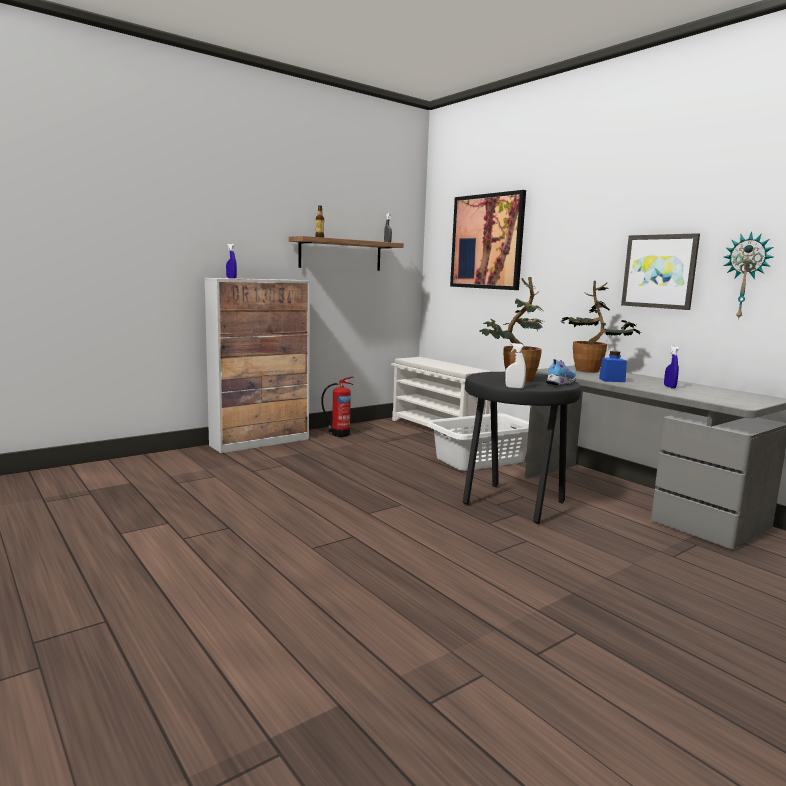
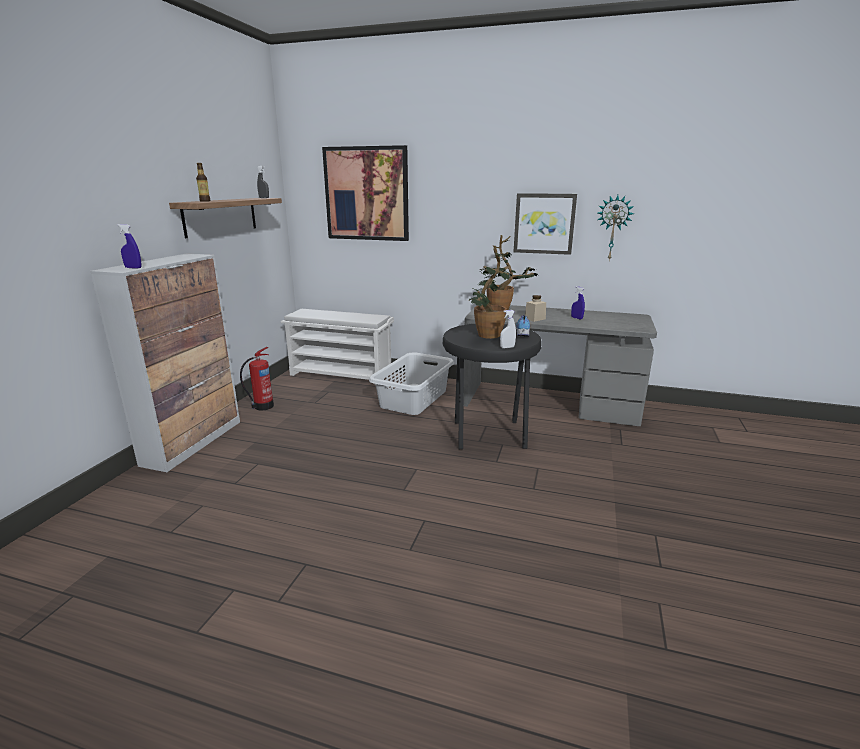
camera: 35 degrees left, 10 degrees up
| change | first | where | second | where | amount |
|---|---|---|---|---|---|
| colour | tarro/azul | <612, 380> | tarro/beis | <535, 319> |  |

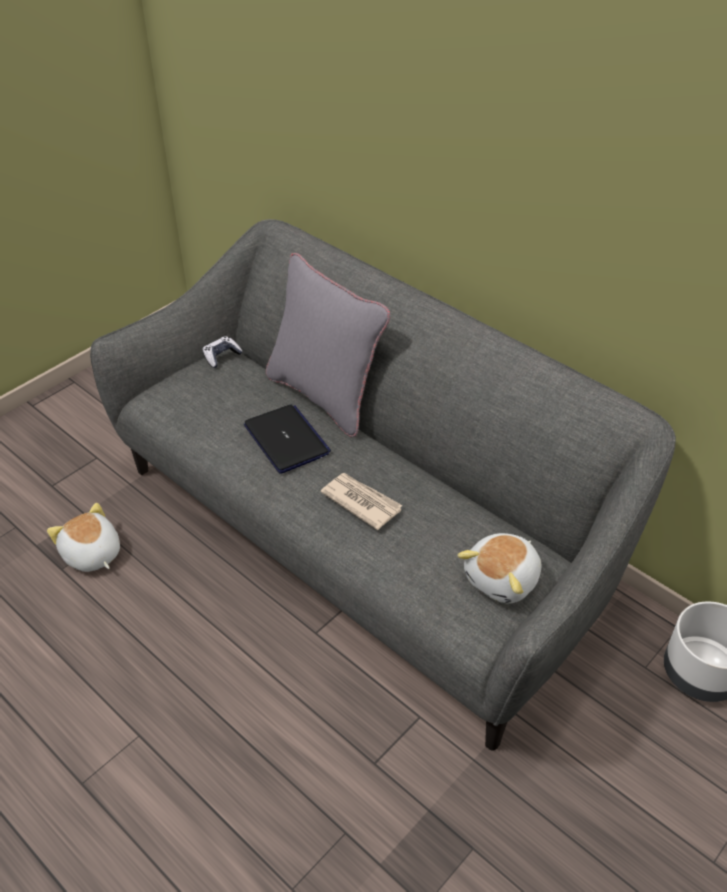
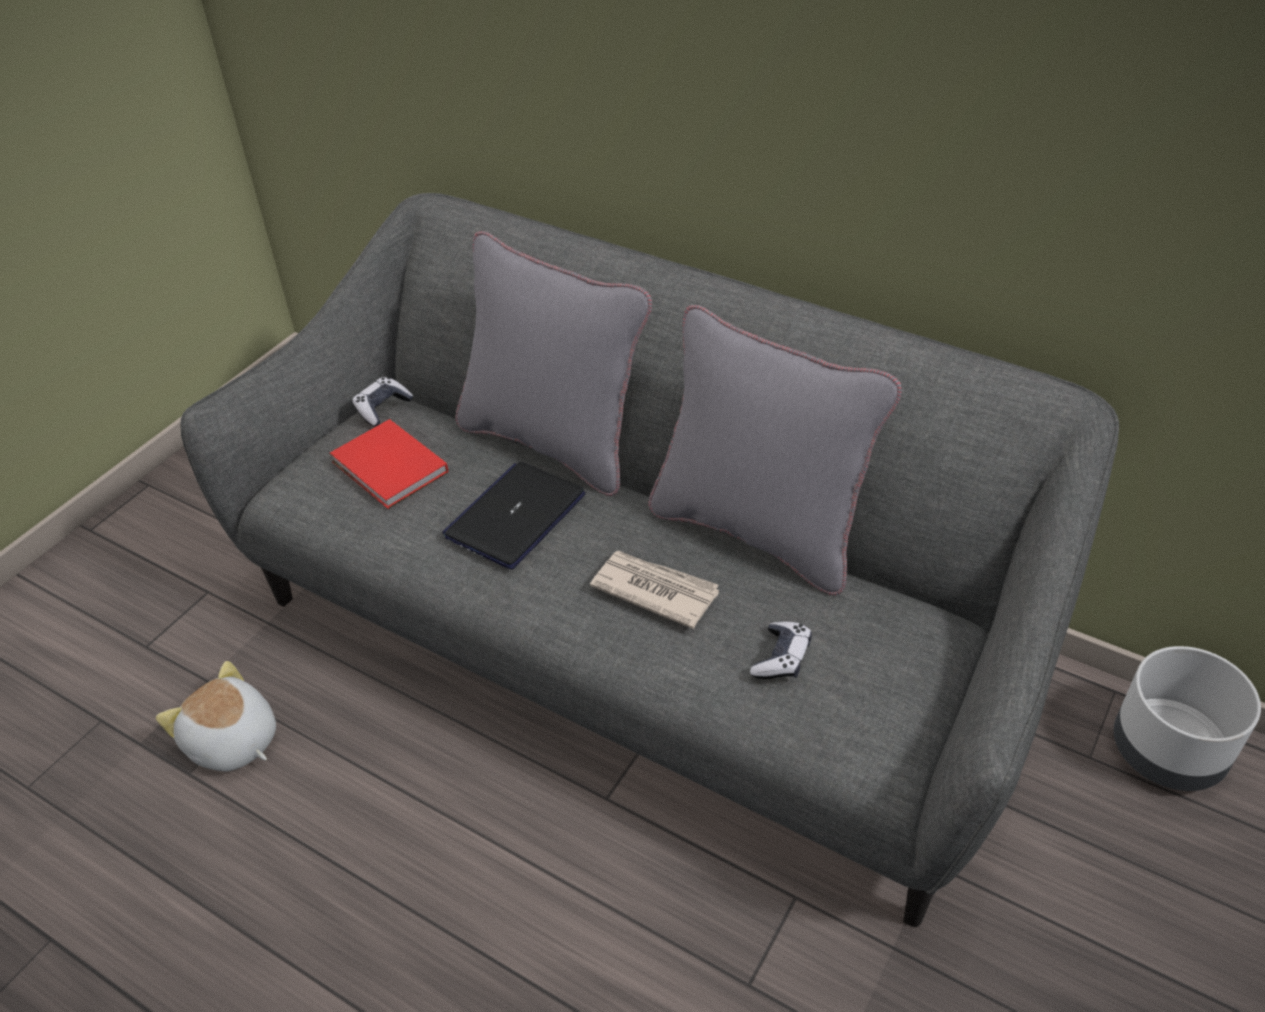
camera: 10 degrees left, 0 degrees up
| change | first | where | second | where | amount |
|---|---|---|---|---|---|
| appeared |  |  | libro/rojo | <390, 469> |  |
| spun | portátil | <287, 440> |  | <515, 516> | 105 degrees counterclockwise |
| appeared |  |  | cojín/gris | <758, 530> |  |
| appeared |  |  | mando de consola | <781, 658> |  |
| missing | peluche | <503, 579> |  |  |  |

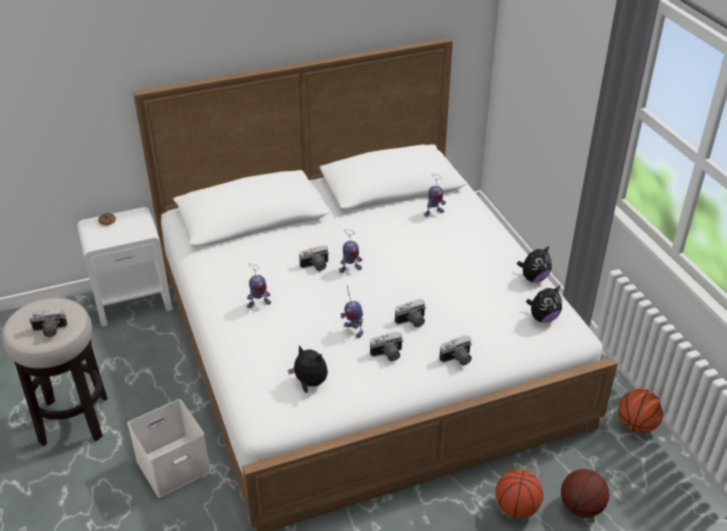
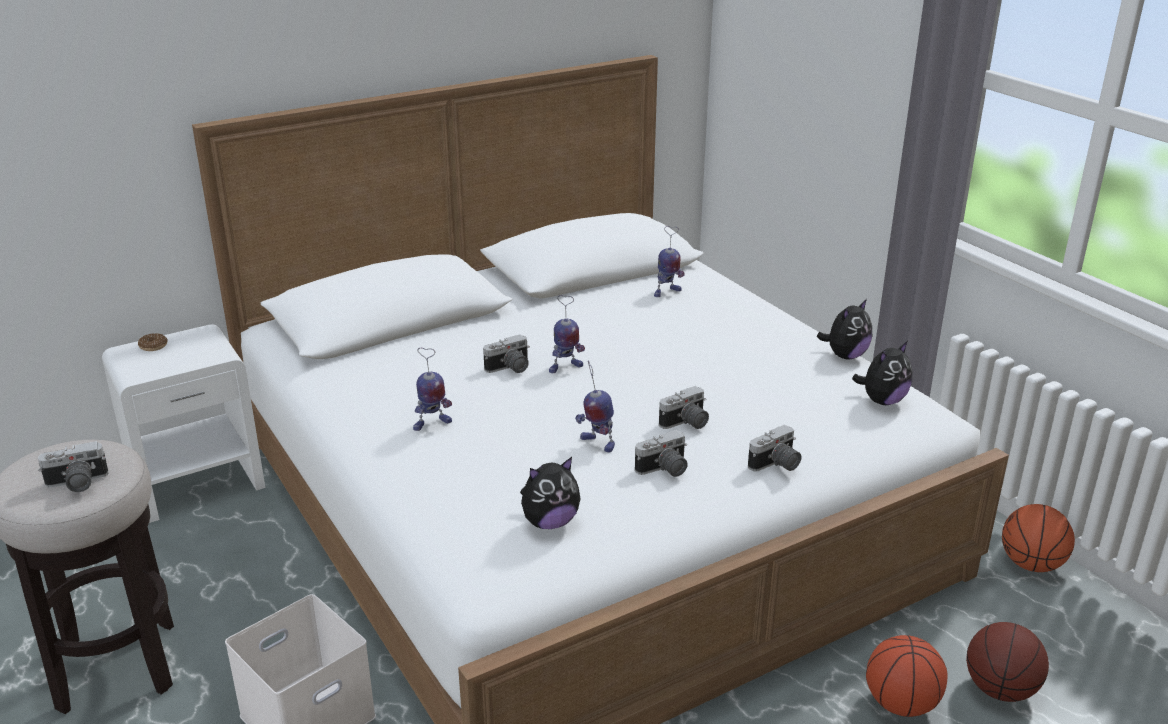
camera: 10 degrees left, 10 degrees down
| change | first | where | second | where | amount |
|---|---|---|---|---|---|
| spun | peluche | <310, 383> |  | <549, 522> | 135 degrees clockwise |

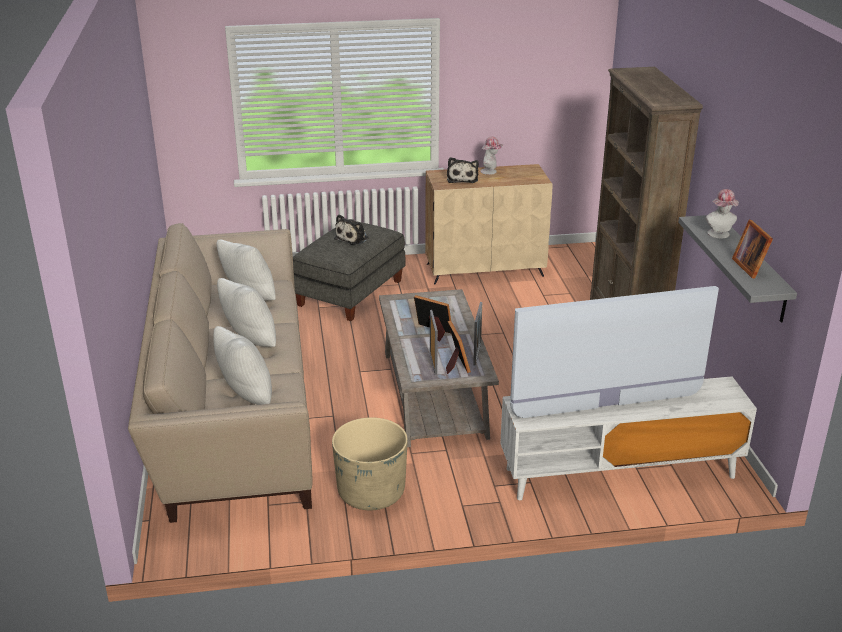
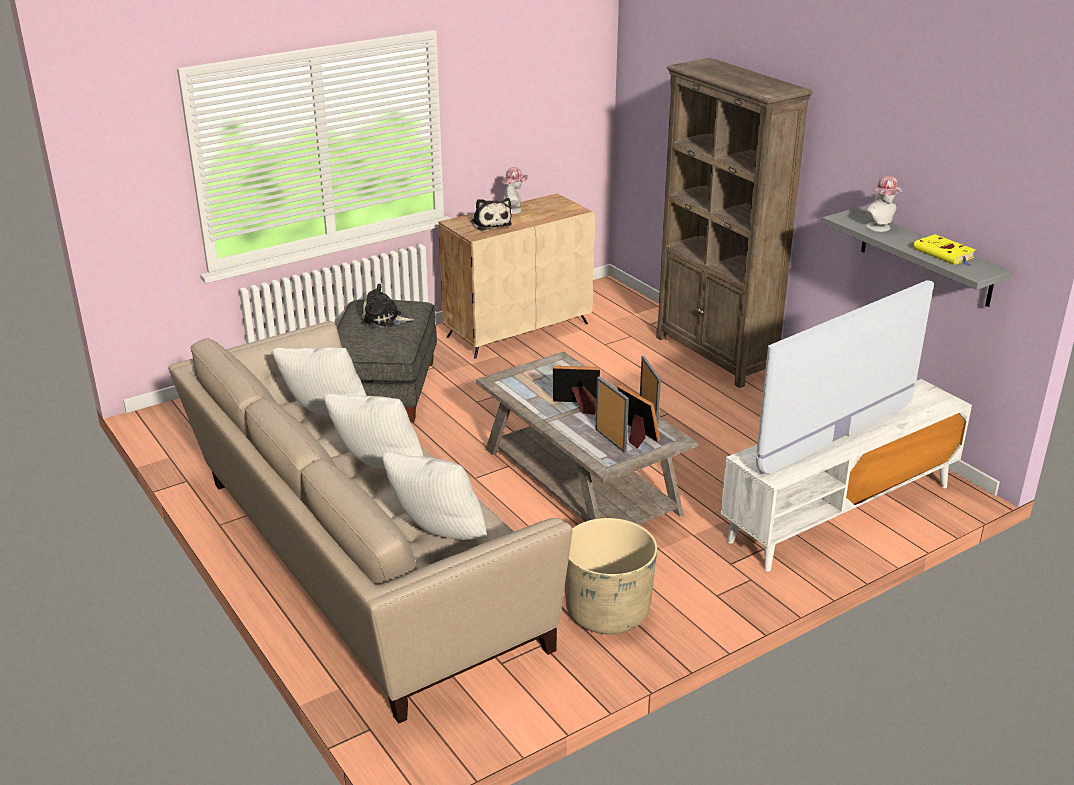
camera: 25 degrees left, 0 degrees up
| change | first | where | second | where | amount |
|---|---|---|---|---|---|
| spun | peluche | <353, 238> |  | <384, 319> | 90 degrees clockwise |
| exchanged | portarretratos | <751, 267> | libro/amarillo | <945, 254> |  |

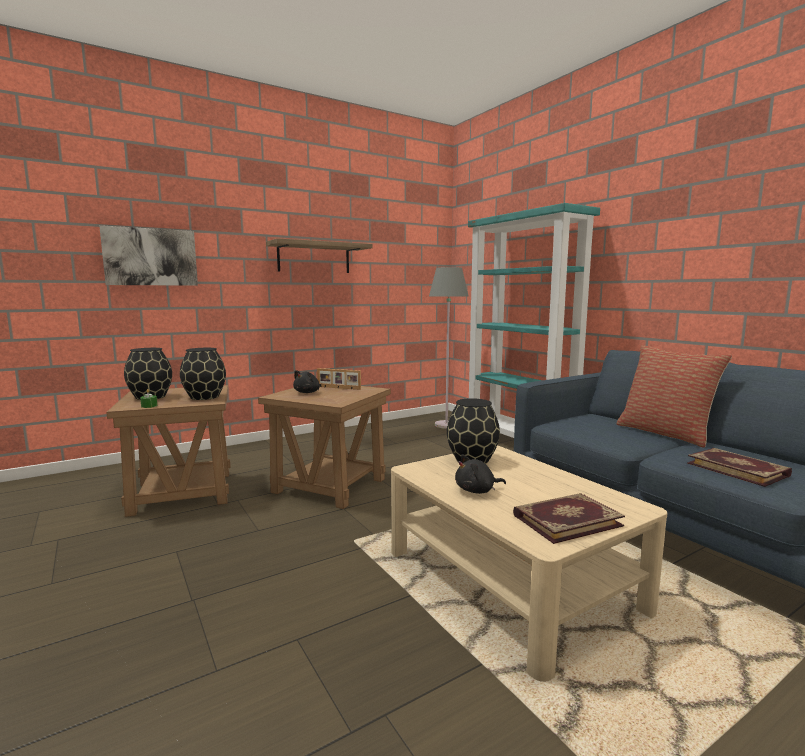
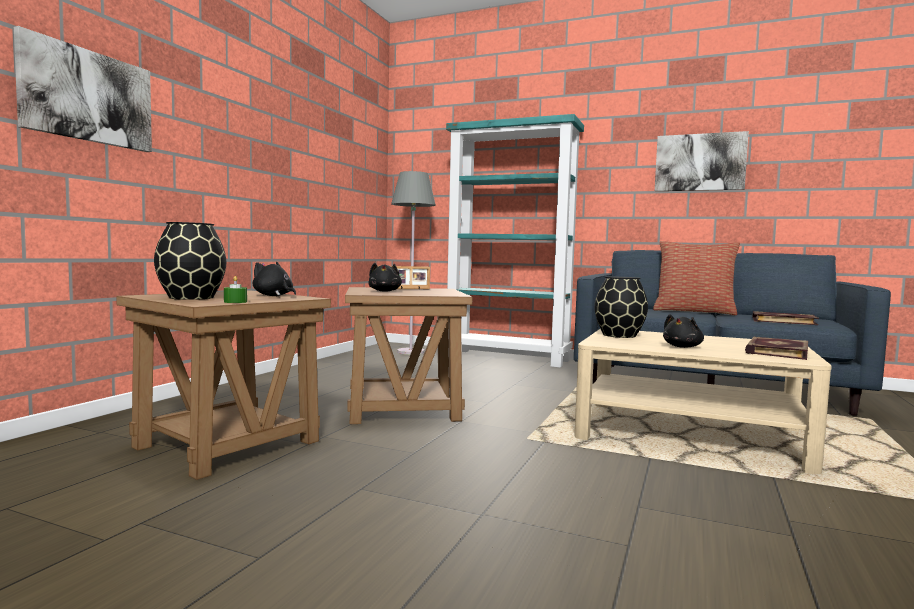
camera: 35 degrees left, 5 degrees down
| change | first | where | second | where | amount |
|---|---|---|---|---|---|
| exchanged | florero/negro | <204, 397> | peluche/negro | <274, 296> |  |
| appeared |  |  | cuadro | <700, 162> |  |
| missing | estante | <314, 258> |  |  |  |

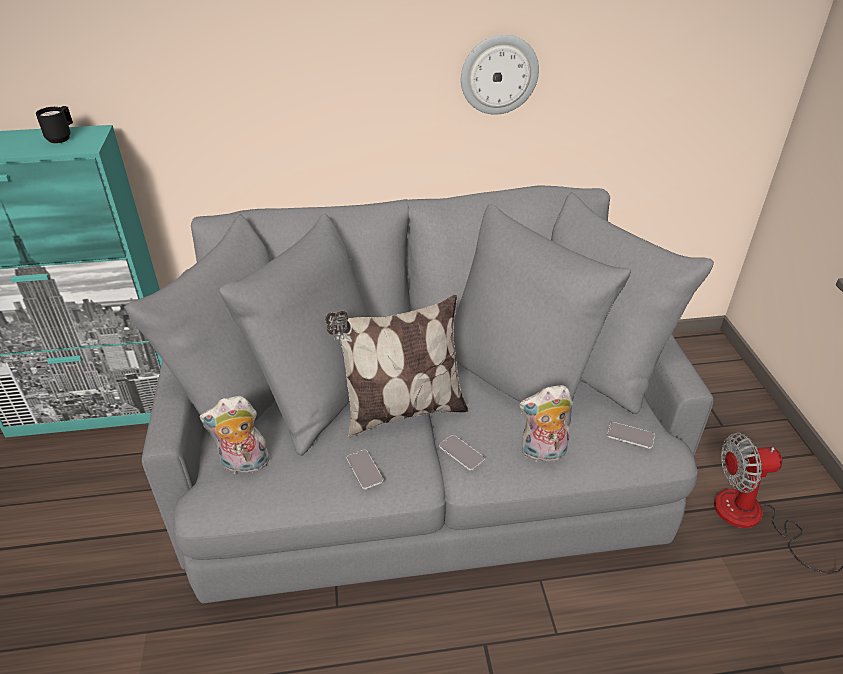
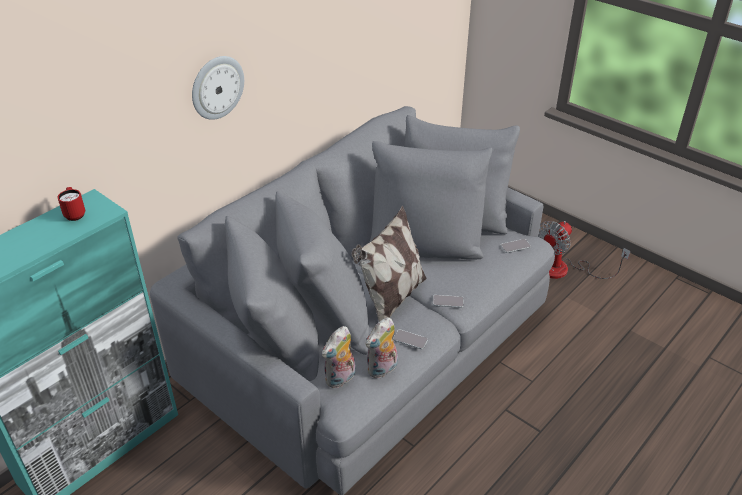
camera: 40 degrees left, 0 degrees up
| change | first | where | second | where | amount |
|---|---|---|---|---|---|
| colour | taza grande/negro | <62, 137> | taza grande/rojo | <75, 213> |  |
| relocated | reloj de pared | <499, 74> |  | <217, 87> |  |
| relocated | peluche | <542, 453> |  | <382, 370> |  |

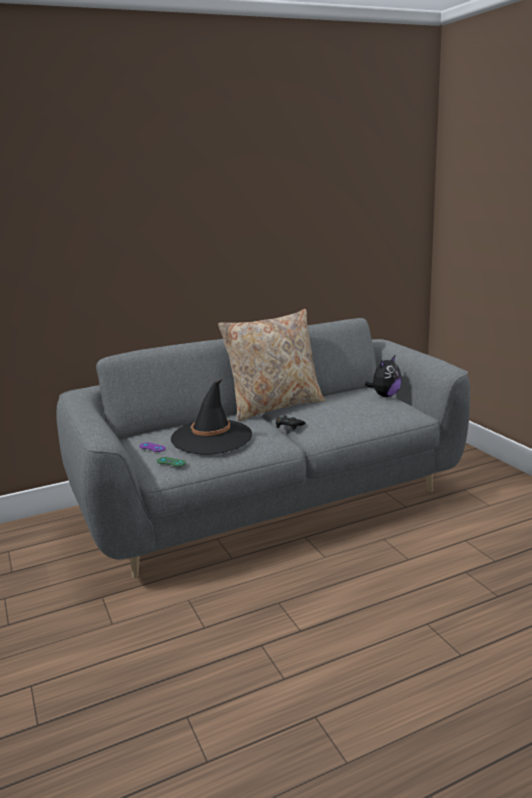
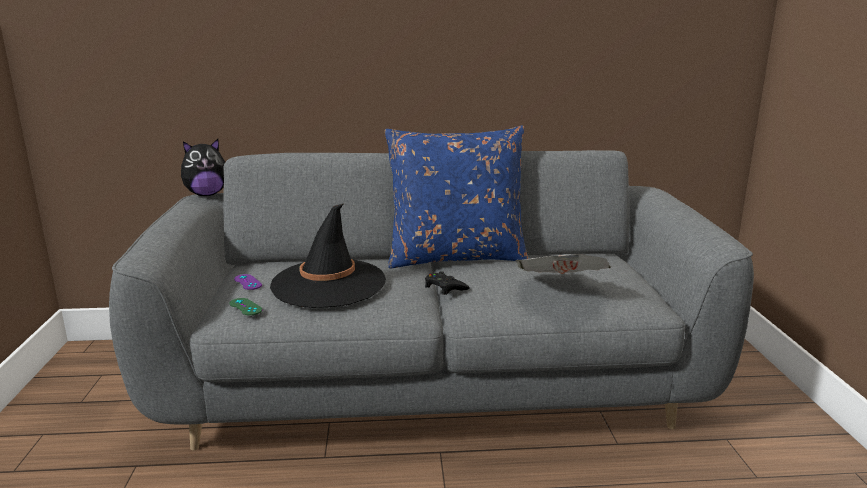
camera: 20 degrees right, 0 degrees up
| change | first | where | second | where | amount |
|---|---|---|---|---|---|
| relocated | peluche | <385, 395> |  | <206, 194> |  |
| colour | cojín/beis | <274, 406> | cojín/azul | <456, 257> |  |
| appeared |  |  | periódico | <560, 289> |  |

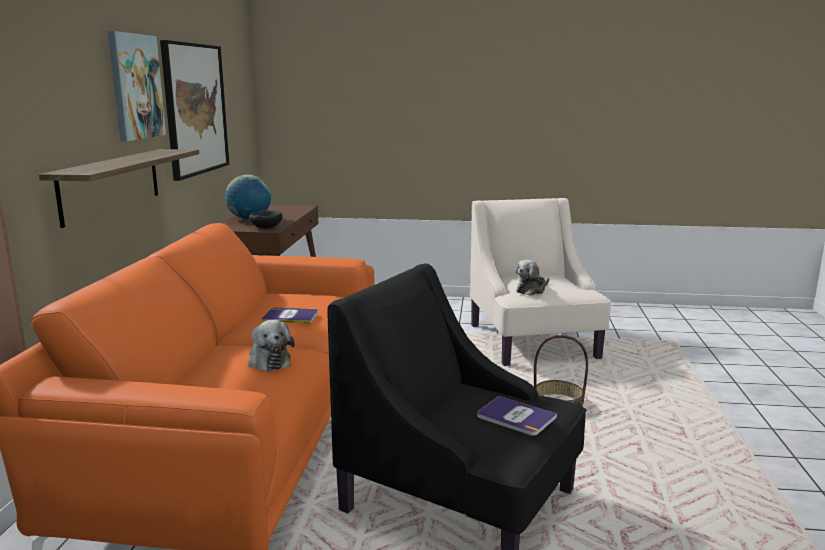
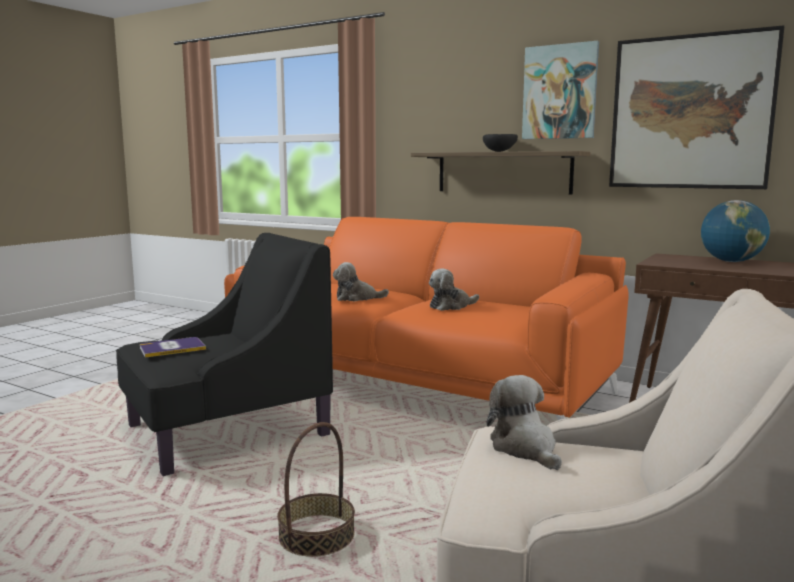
camera: 115 degrees right, 5 degrees down
| change | first | where | second | where | amount |
|---|---|---|---|---|---|
| exchanged | libro | <290, 317> | peluche | <451, 306> |  |
| relocated | cuenco/negro | <265, 228> |  | <500, 151> |  |

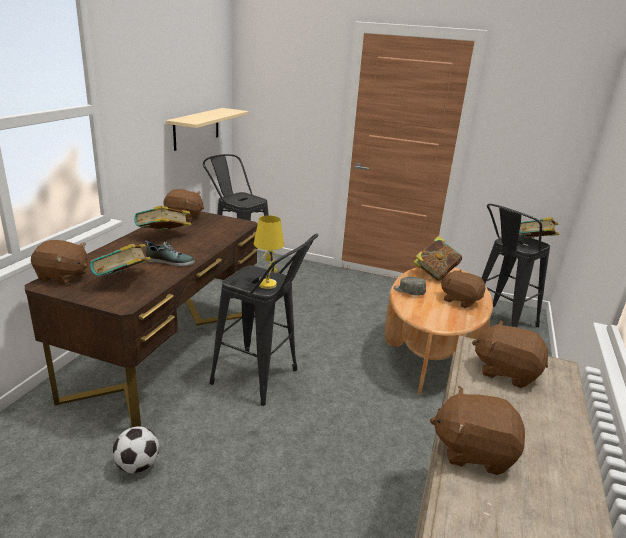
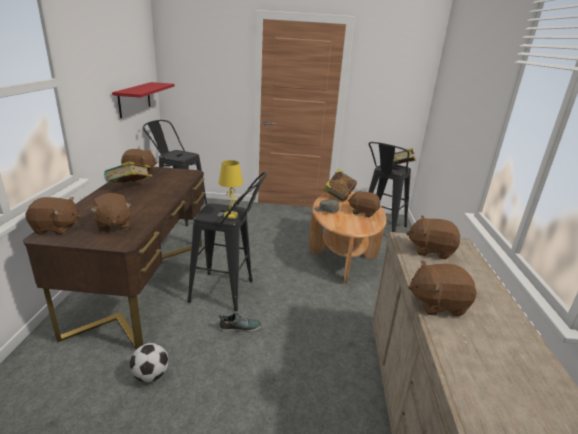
camera: 15 degrees left, 0 degrees up
| change | first | where | second | where | amount |
|---|---|---|---|---|---|
| exchanged | libro | <123, 280> | peluche/marrón | <113, 225> |  |
| colour | estante/beis | <196, 128> | estante/rojo | <134, 99> |  |
| relocated | zapato | <170, 261> |  | <240, 327> |  |

